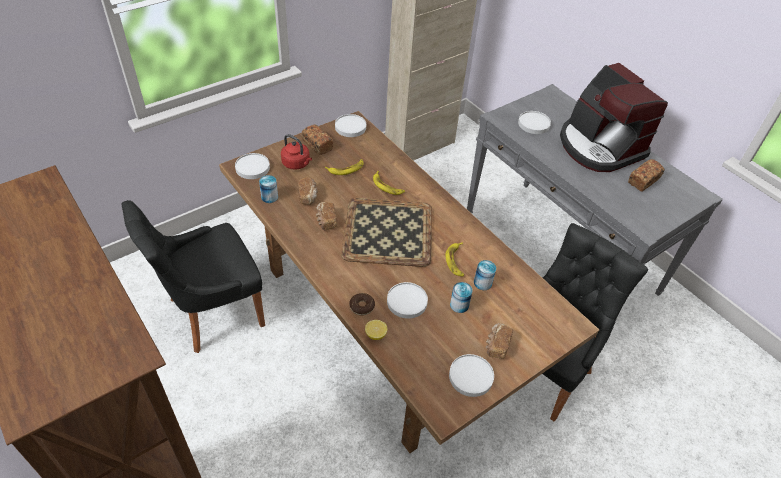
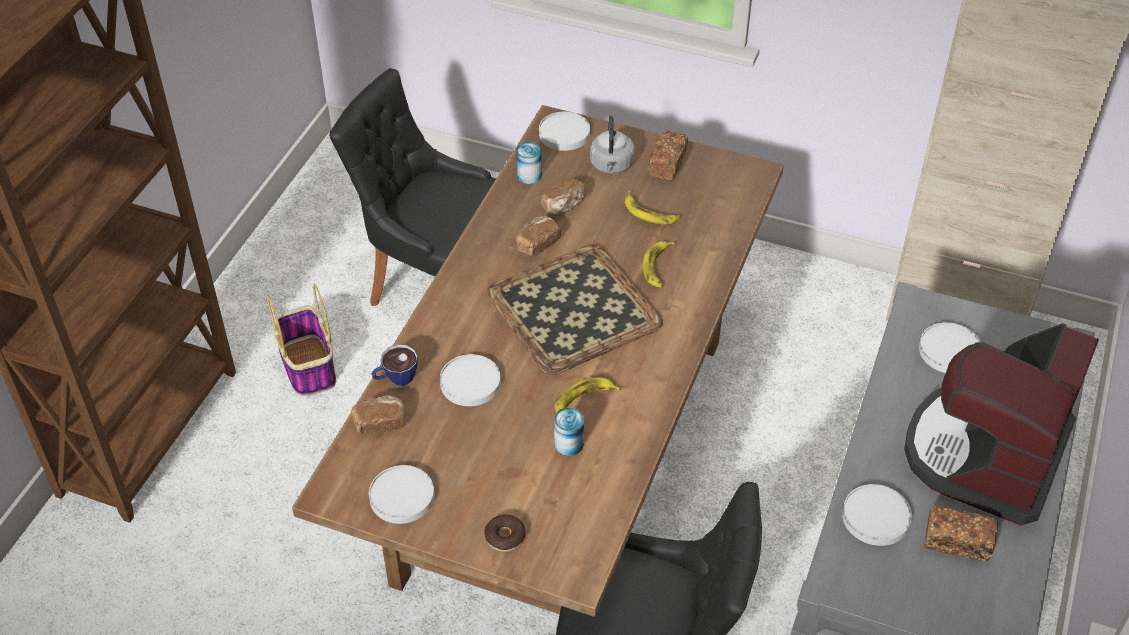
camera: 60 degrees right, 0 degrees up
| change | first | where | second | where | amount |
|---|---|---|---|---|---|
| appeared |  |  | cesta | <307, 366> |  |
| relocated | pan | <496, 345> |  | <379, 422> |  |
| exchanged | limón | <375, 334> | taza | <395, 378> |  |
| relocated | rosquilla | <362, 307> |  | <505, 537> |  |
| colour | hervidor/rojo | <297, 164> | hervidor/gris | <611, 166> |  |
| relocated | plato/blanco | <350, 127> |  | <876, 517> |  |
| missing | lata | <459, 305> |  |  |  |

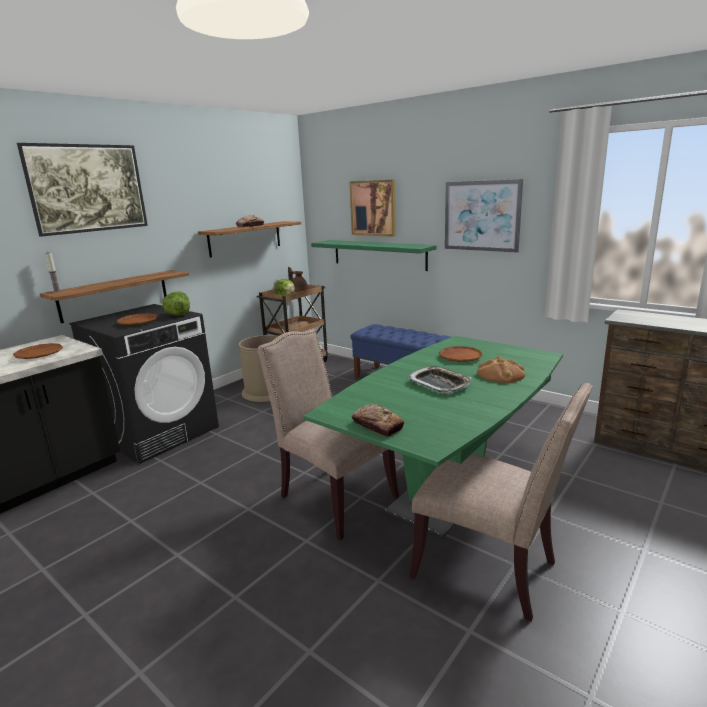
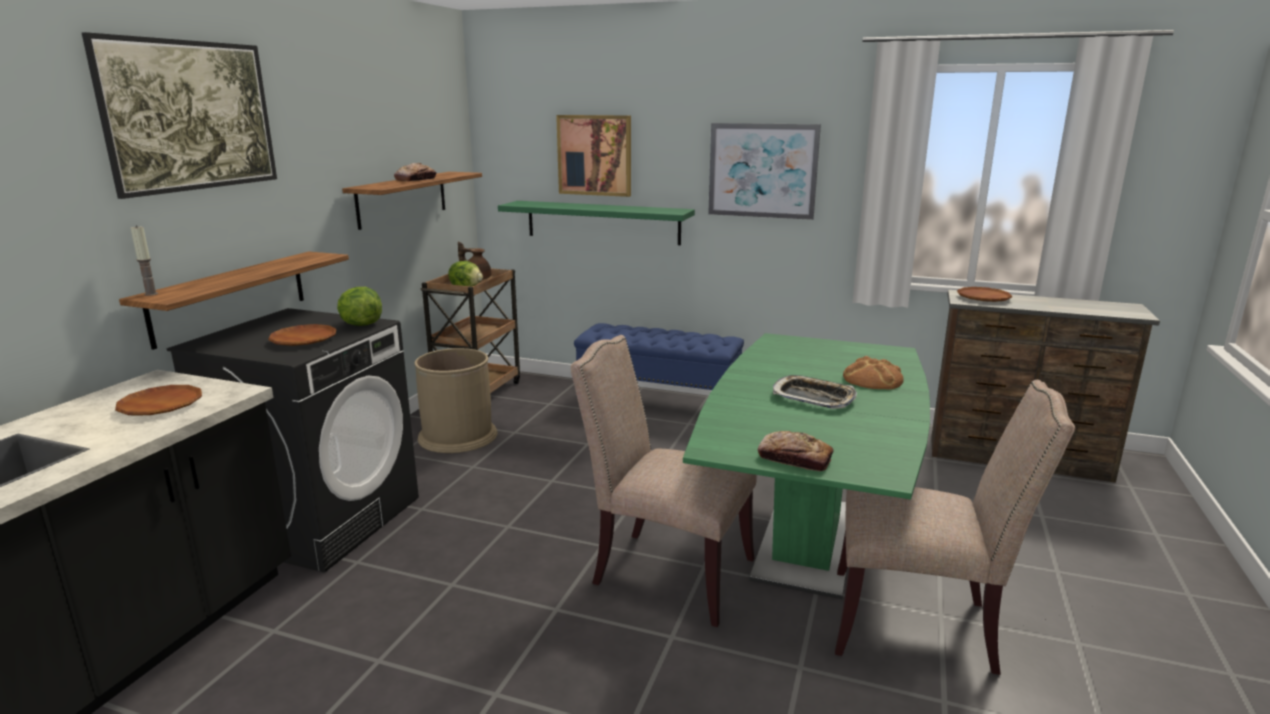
camera: 20 degrees left, 0 degrees up
| change | first | where | second | where | amount |
|---|---|---|---|---|---|
| relocated | plato/marrón | <460, 357> |  | <983, 298> |  |

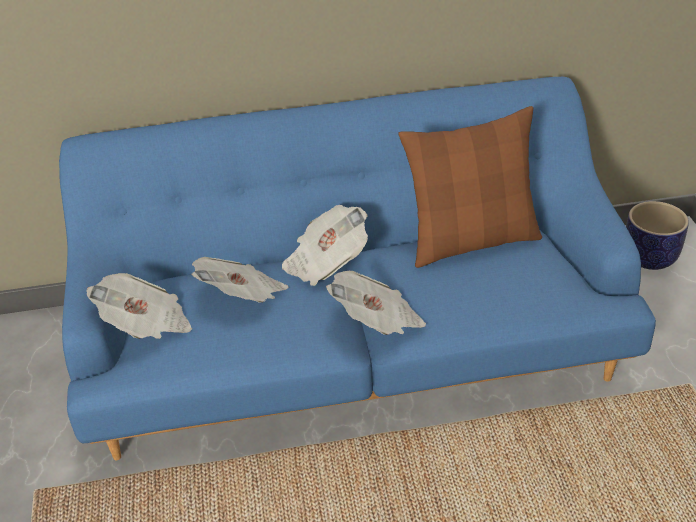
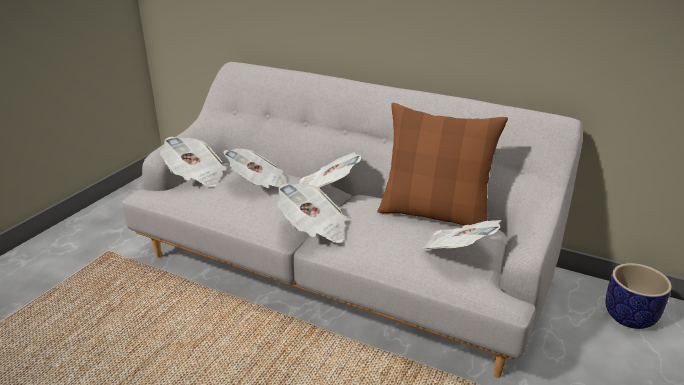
camera: 35 degrees right, 10 degrees down
| change | first | where | second | where | amount |
|---|---|---|---|---|---|
| colour | sofá/azul | <353, 347> | sofá/gris | <342, 267> |  |
| appeared |  |  | periódico | <458, 251> |  |

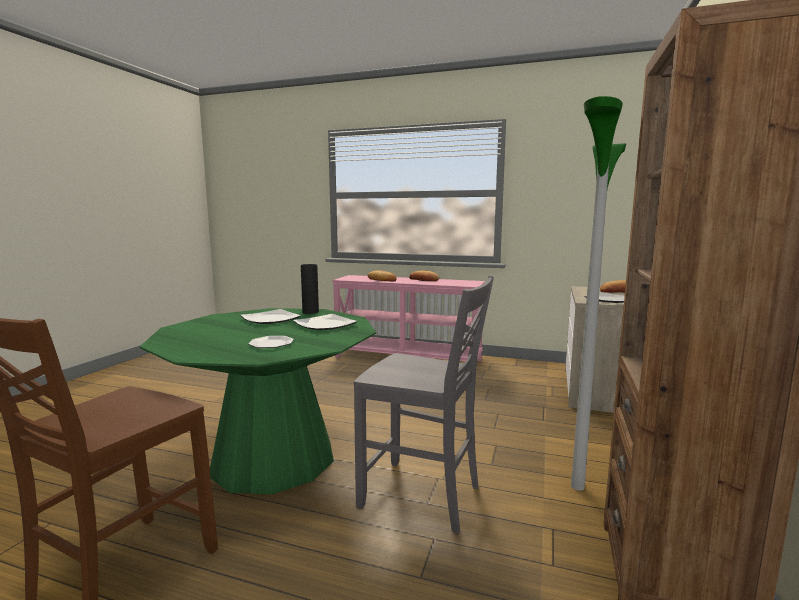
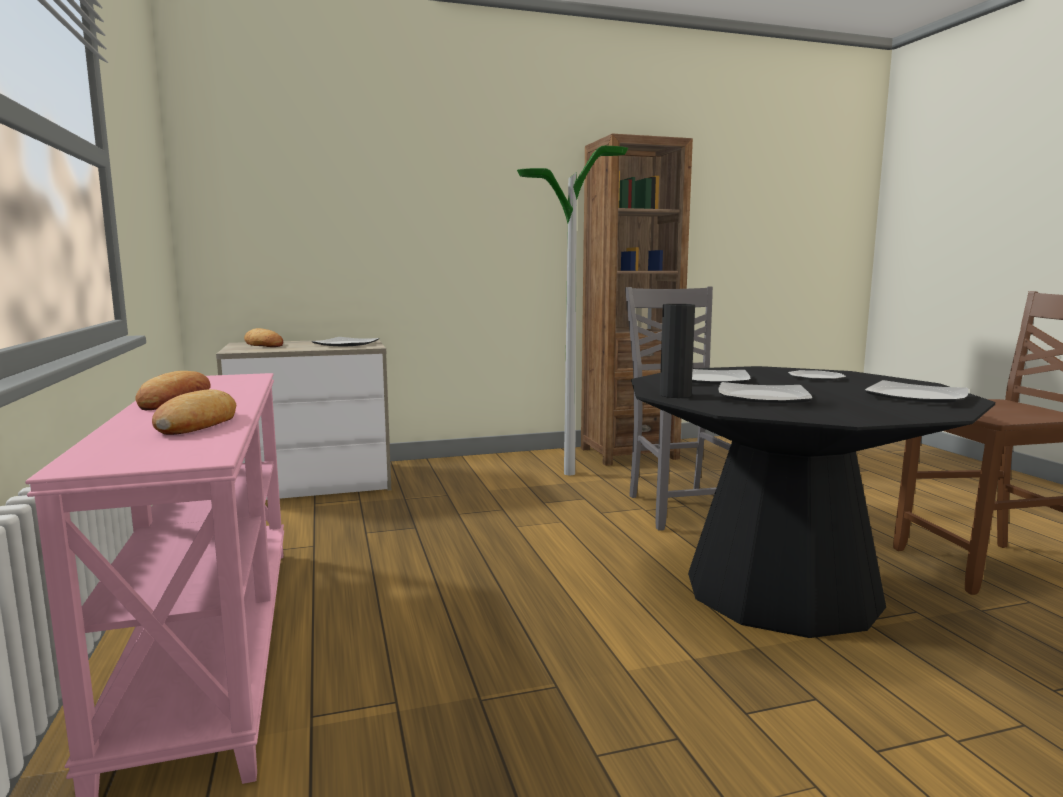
camera: 125 degrees left, 0 degrees up
| change | first | where | second | where | amount |
|---|---|---|---|---|---|
| colour | mesa de comedor/verde | <273, 458> | mesa de comedor/negro | <782, 589> |  |
| appeared |  |  | plato | <914, 396> |  |

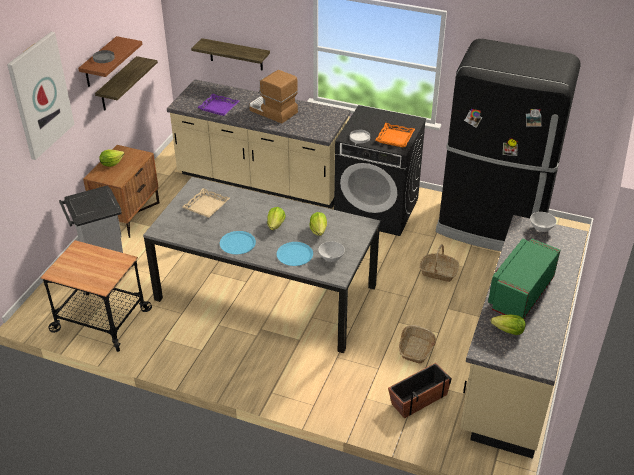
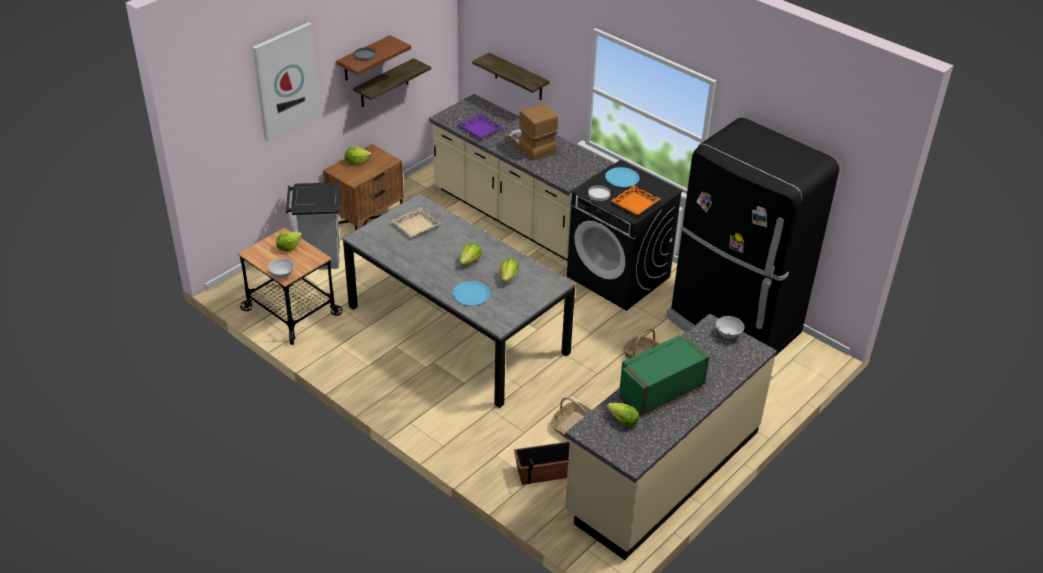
camera: 20 degrees right, 0 degrees up
| change | first | where | second | where | amount |
|---|---|---|---|---|---|
| relocated | cuenco/blanco | <331, 258> |  | <282, 275> |  |
| appeared |  |  | lechuga | <288, 247> |  |
| relocated | plato/azul | <237, 243> |  | <622, 178> |  |

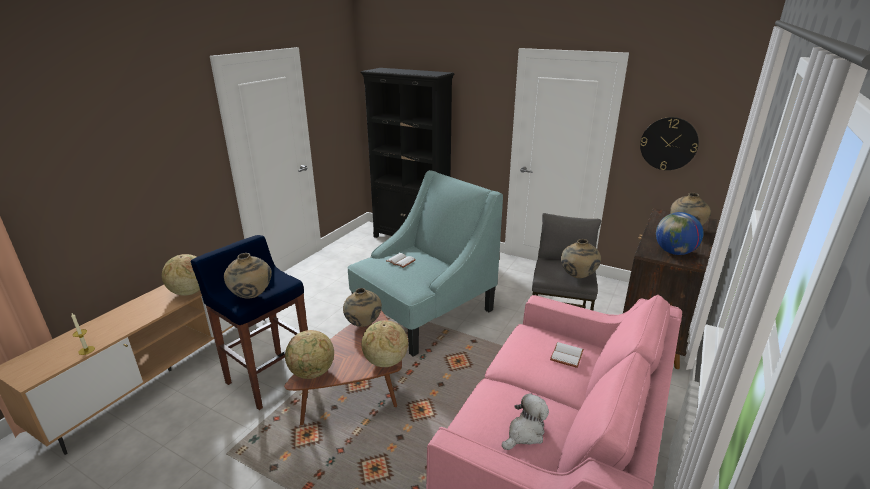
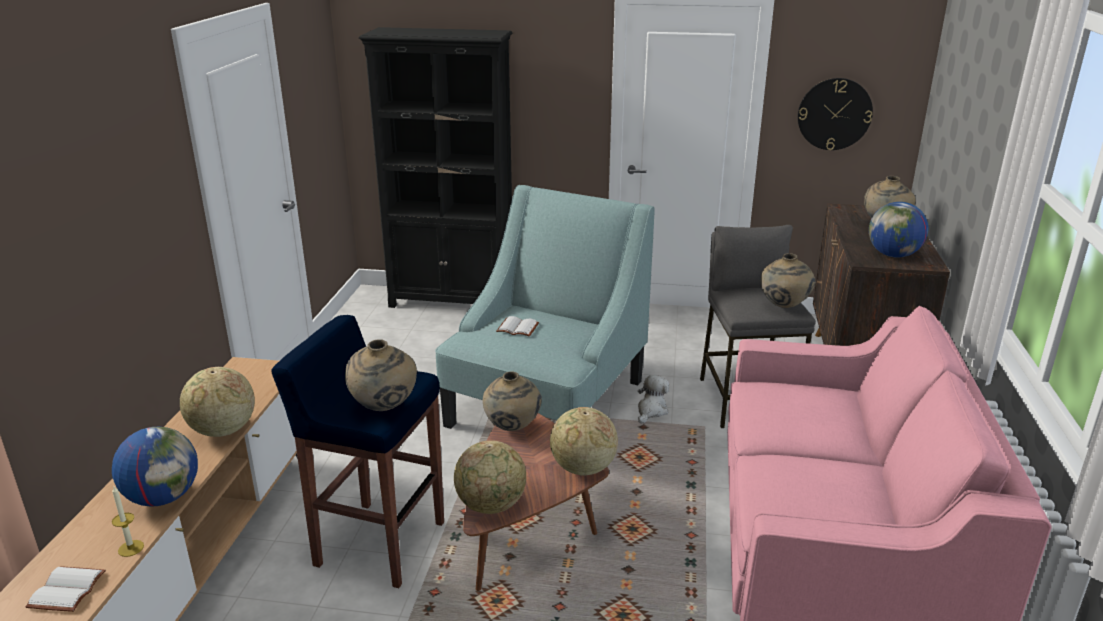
camera: 20 degrees left, 0 degrees up
| change | first | where | second | where | amount |
|---|---|---|---|---|---|
| relocated | libro/blanco | <567, 356> |  | <68, 591> |  |
| appeared |  |  | globo terráqueo | <163, 497> |  |
| relocated | peluche | <525, 433> |  | <651, 411> |  |

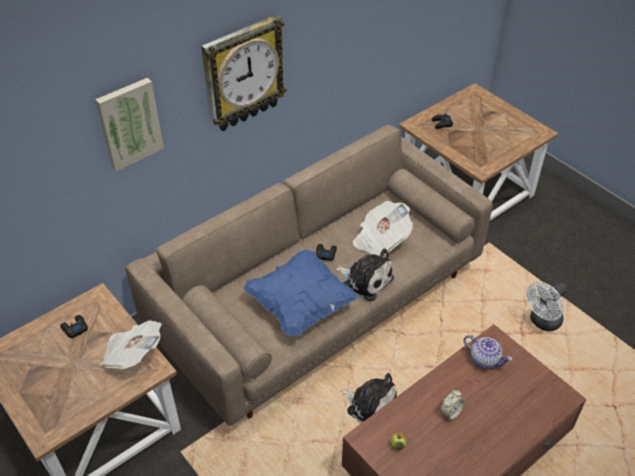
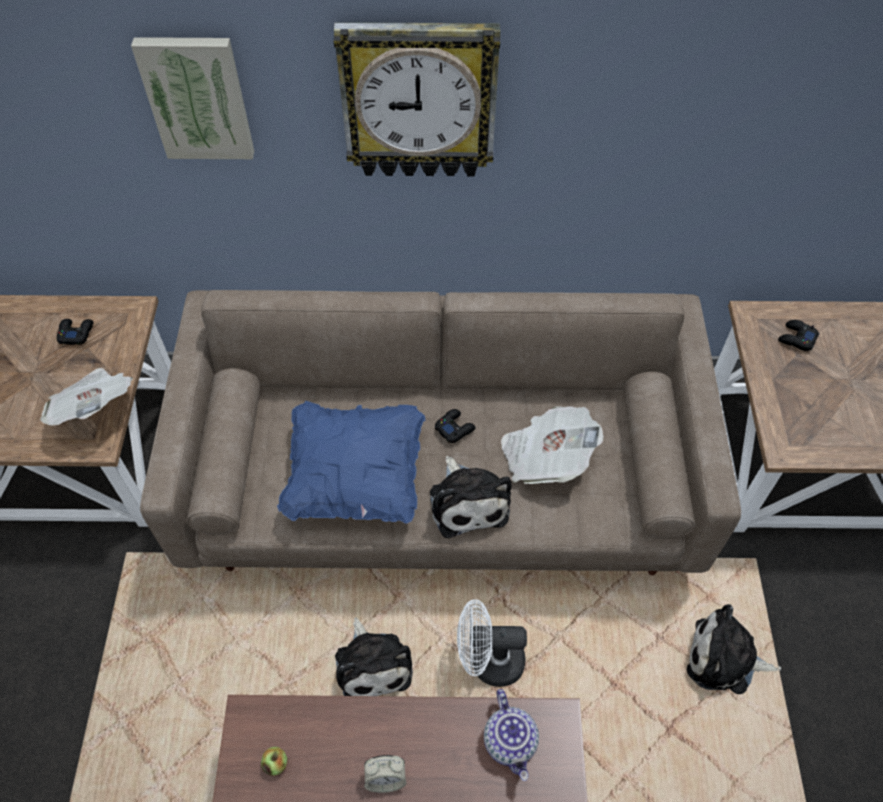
camera: 40 degrees right, 10 degrees up
| change | first | where | second | where | amount |
|---|---|---|---|---|---|
| relocated | ventilador/blanco | <542, 322> |  | <488, 661> |  |
| appeared |  |  | peluche | <725, 659> |  |

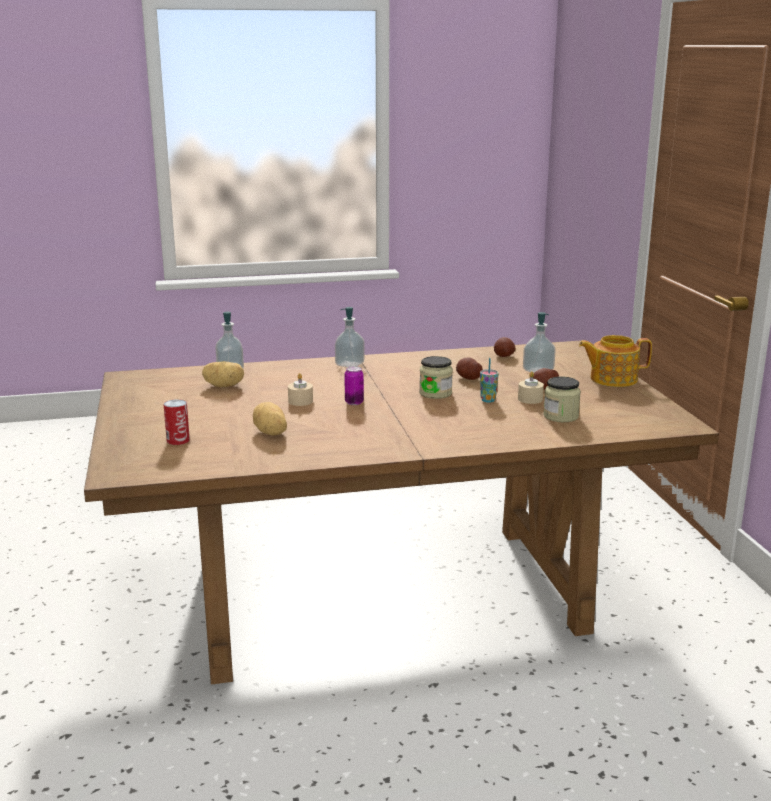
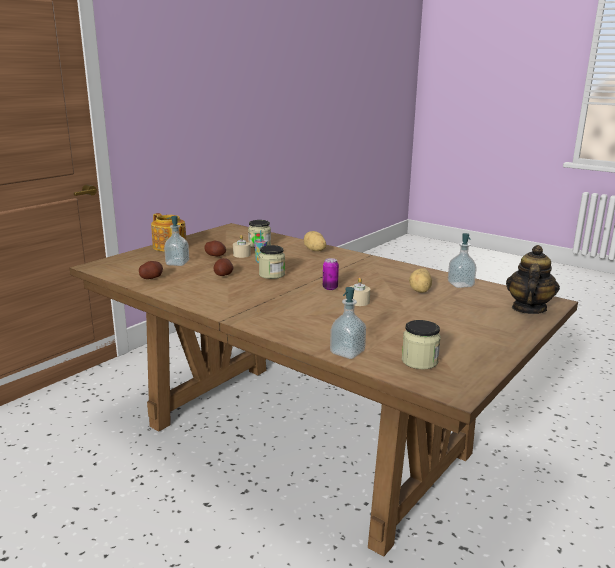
camera: 130 degrees left, 0 degrees up
| change | first | where | second | where | amount |
|---|---|---|---|---|---|
| relocated | patata | <224, 386> |  | <314, 250> |  |
| appeared |  |  | tarro | <419, 361> |  |
| relocated | dispensador de jabón | <349, 364> |  | <460, 284> |  |
| appeared |  |  | tetera | <528, 309> |  |
| missing | lata | <178, 440> |  |  |  |

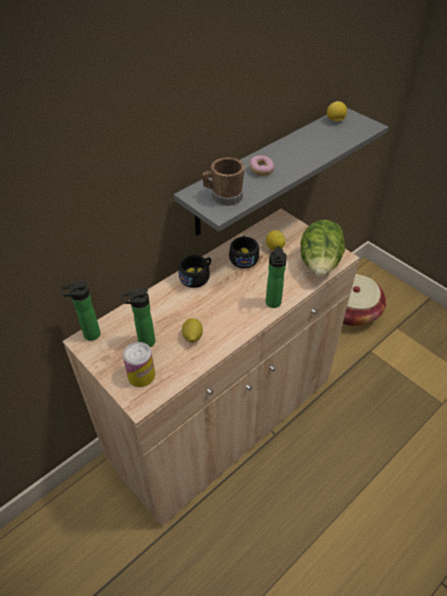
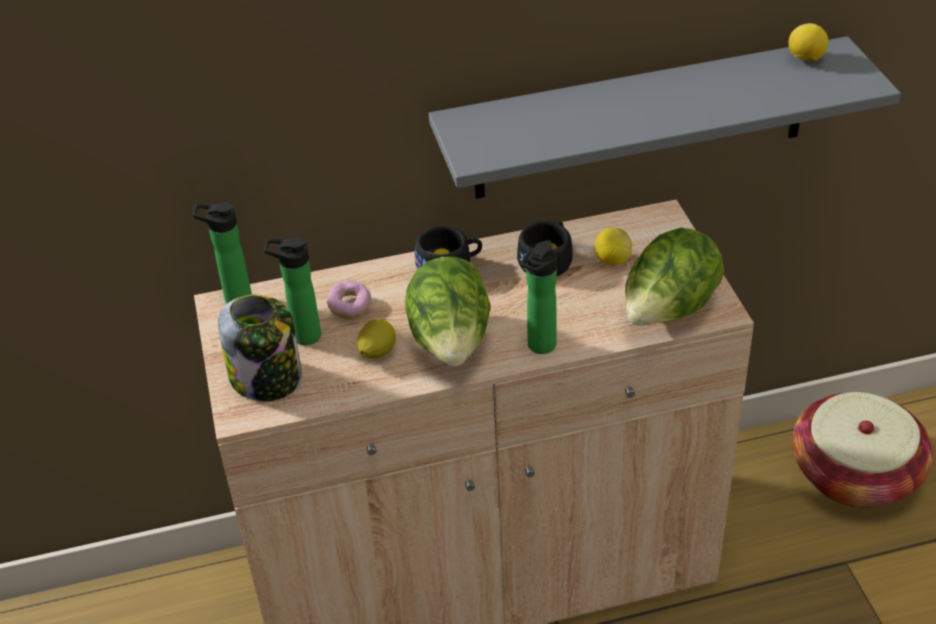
camera: 30 degrees right, 5 degrees down
| change | first | where | second | where | amount |
|---|---|---|---|---|---|
| exchanged | lata | <141, 375> | tarro | <267, 378> |  |
| relocated | rosquilla | <261, 170> |  | <350, 307> |  |
| appeared |  |  | lechuga | <451, 343> |  |
| missing | taza grande/marrón | <223, 196> |  |  |  |

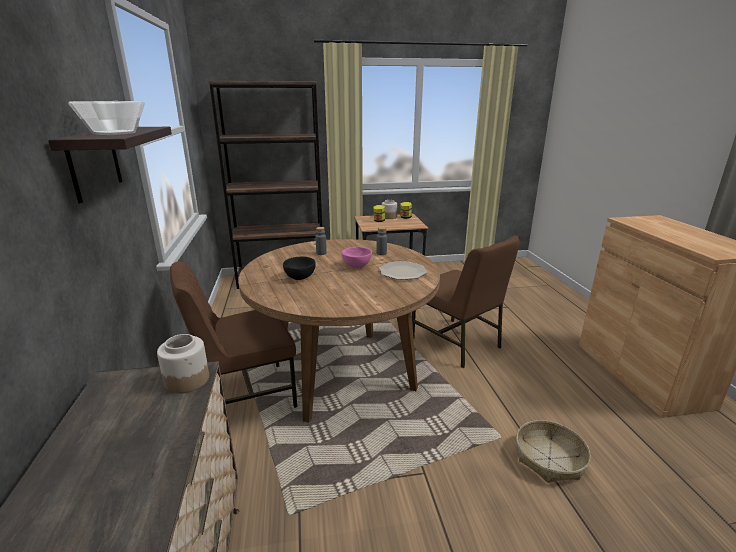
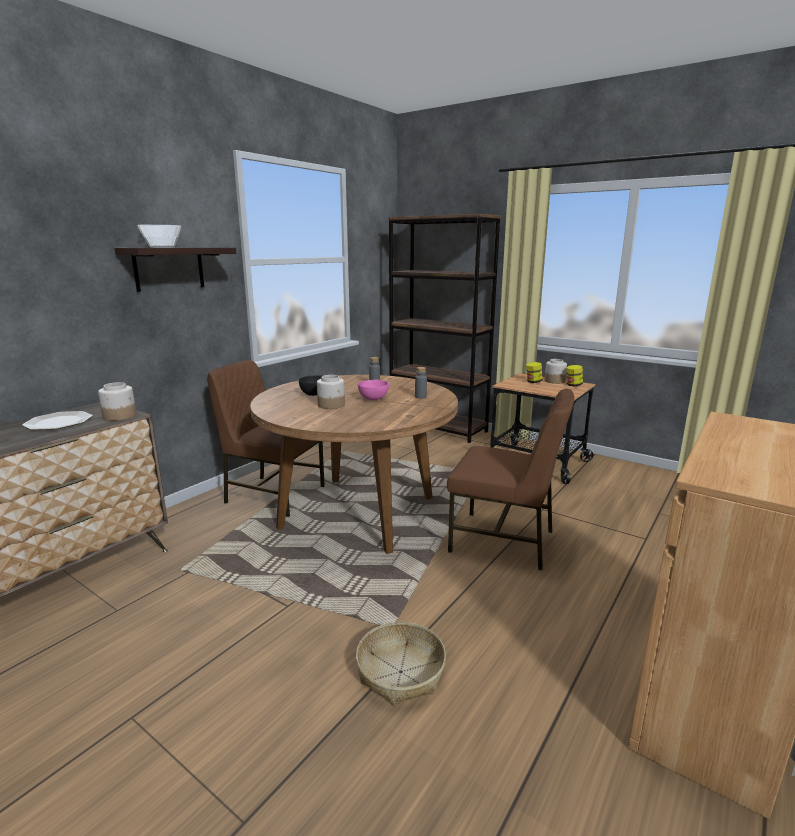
camera: 45 degrees right, 5 degrees down
| change | first | where | second | where | amount |
|---|---|---|---|---|---|
| relocated | plato | <402, 272> |  | <58, 422> |  |
| appeared |  |  | tarro | <331, 405> |  |
| spun | silla/marrón | <457, 343> |  | <504, 541> | 75 degrees counterclockwise |

